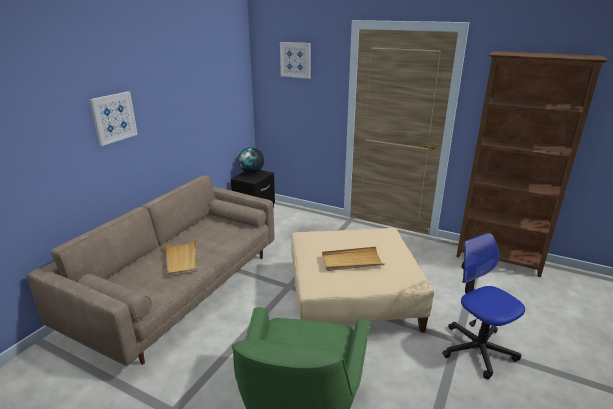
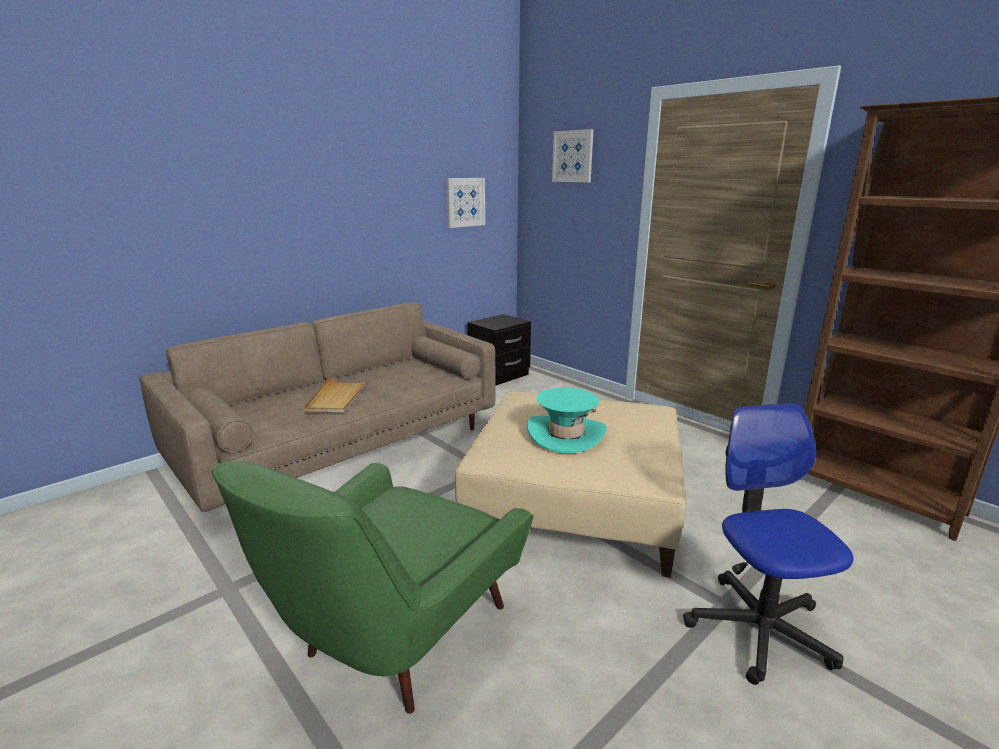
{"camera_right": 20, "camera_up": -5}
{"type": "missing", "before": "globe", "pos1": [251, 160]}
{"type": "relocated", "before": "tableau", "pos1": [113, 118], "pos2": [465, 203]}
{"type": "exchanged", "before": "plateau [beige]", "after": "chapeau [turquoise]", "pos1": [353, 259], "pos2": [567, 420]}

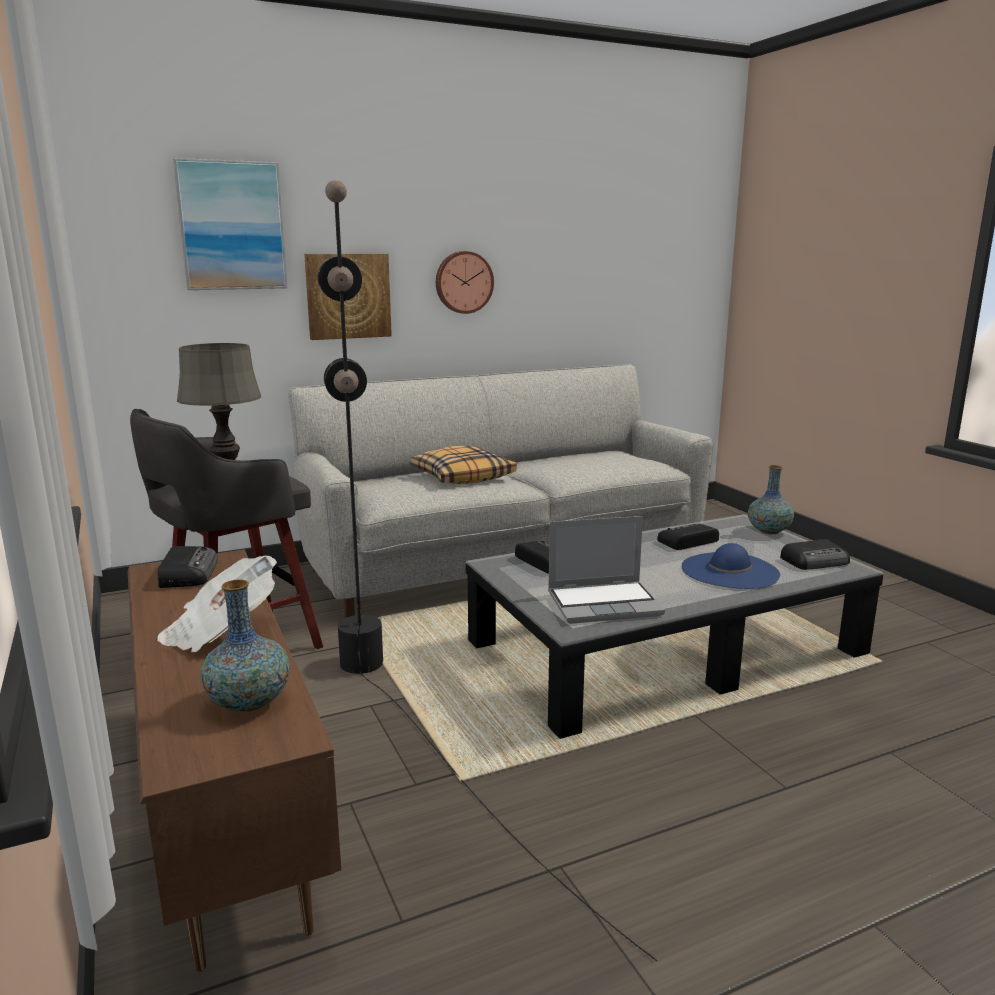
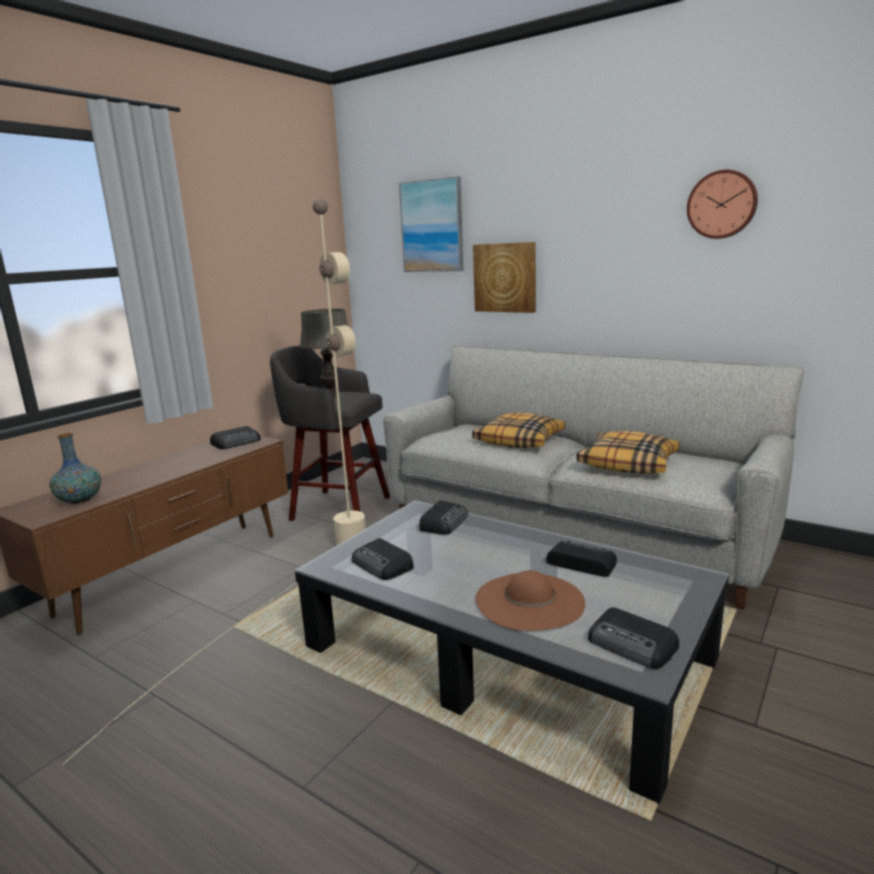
{"camera_right": 60, "camera_up": 0}
{"type": "missing", "before": "journal", "pos1": [217, 604]}
{"type": "missing", "before": "vase", "pos1": [771, 499]}
{"type": "appeared", "after": "coussin", "pos2": [628, 452]}
{"type": "relocated", "before": "horloge murale", "pos1": [465, 282], "pos2": [722, 204]}
{"type": "exchanged", "before": "ordinateur portable", "after": "radio", "pos1": [606, 570], "pos2": [383, 559]}
{"type": "colour", "before": "lampadaire [noir]", "after": "lampadaire [beige]", "pos1": [487, 570], "pos2": [214, 482]}
{"type": "colour", "before": "chapeau [bleu]", "after": "chapeau [marron]", "pos1": [731, 566], "pos2": [530, 600]}

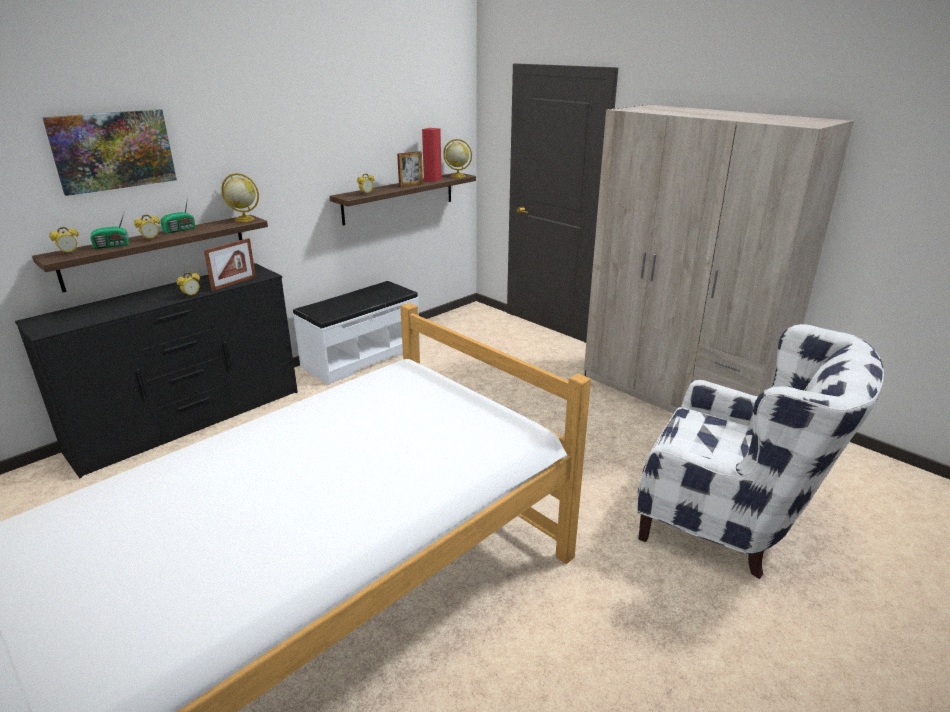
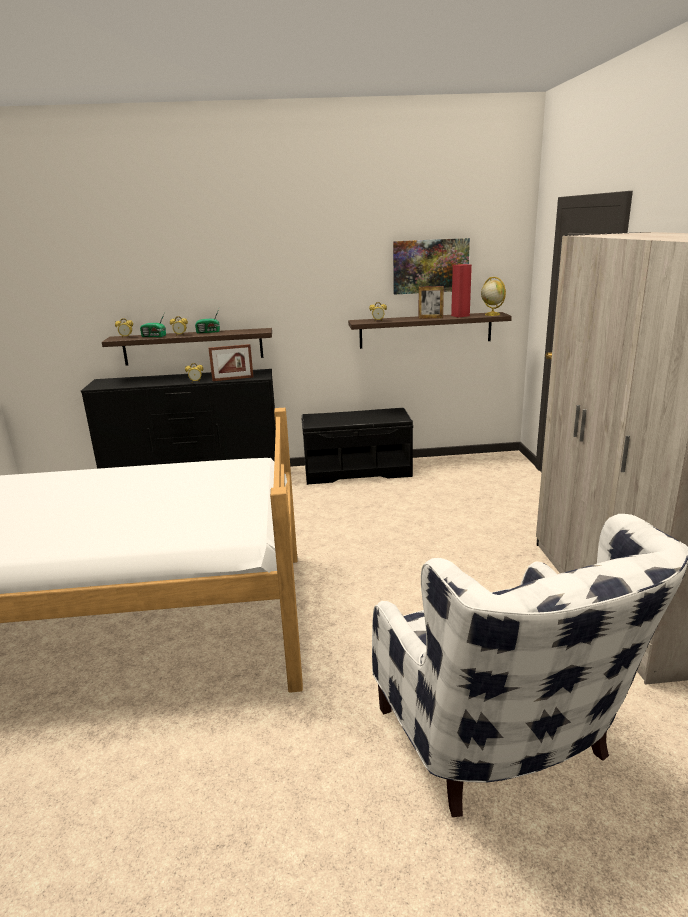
{"camera_right": 40, "camera_up": -5}
{"type": "missing", "before": "globe", "pos1": [240, 197]}
{"type": "relocated", "before": "tableau", "pos1": [109, 152], "pos2": [431, 266]}
{"type": "colour", "before": "banc [blanc]", "after": "banc [noir]", "pos1": [356, 333], "pos2": [357, 446]}

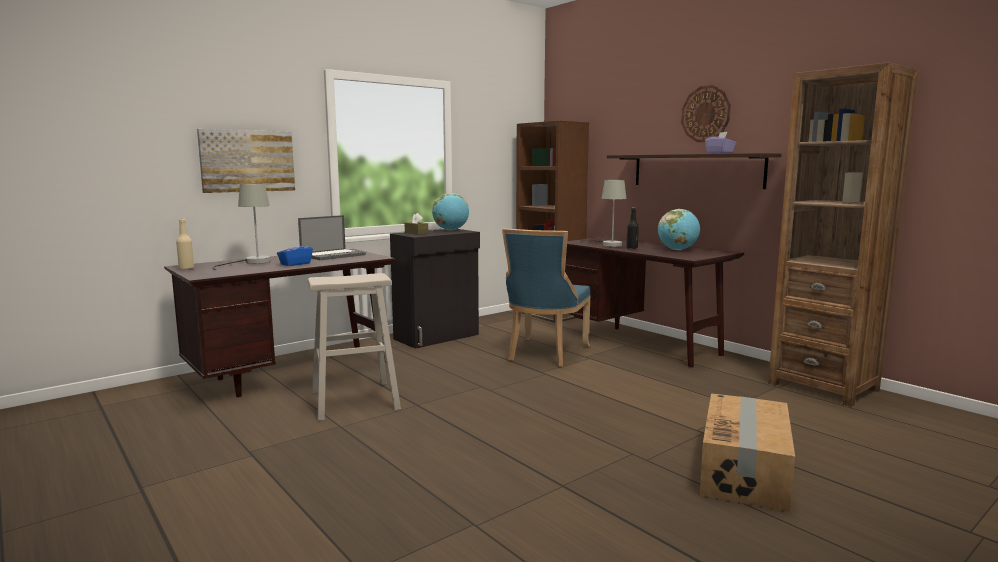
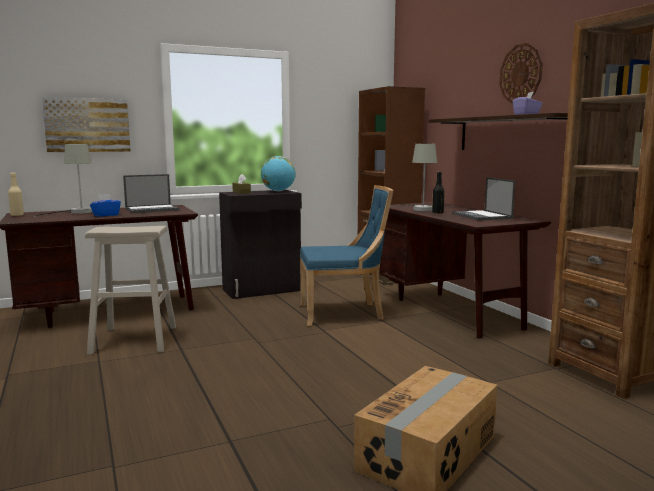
{"camera_right": 15, "camera_up": 0}
{"type": "exchanged", "before": "globe", "after": "ordinateur portable", "pos1": [679, 229], "pos2": [483, 198]}
{"type": "spun", "before": "chaise [bleu]", "pos1": [546, 297], "pos2": [346, 255], "turn": -135}

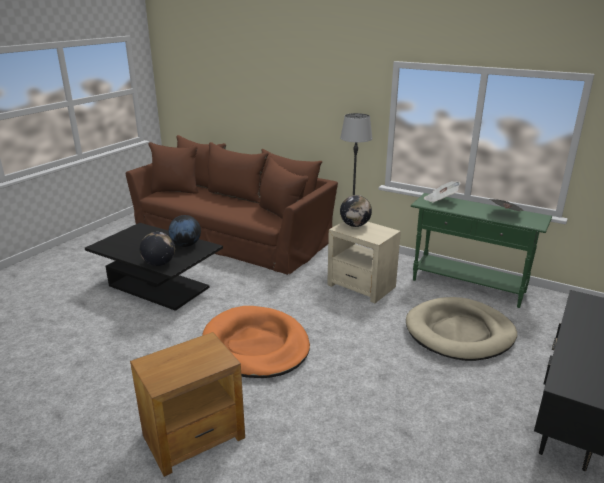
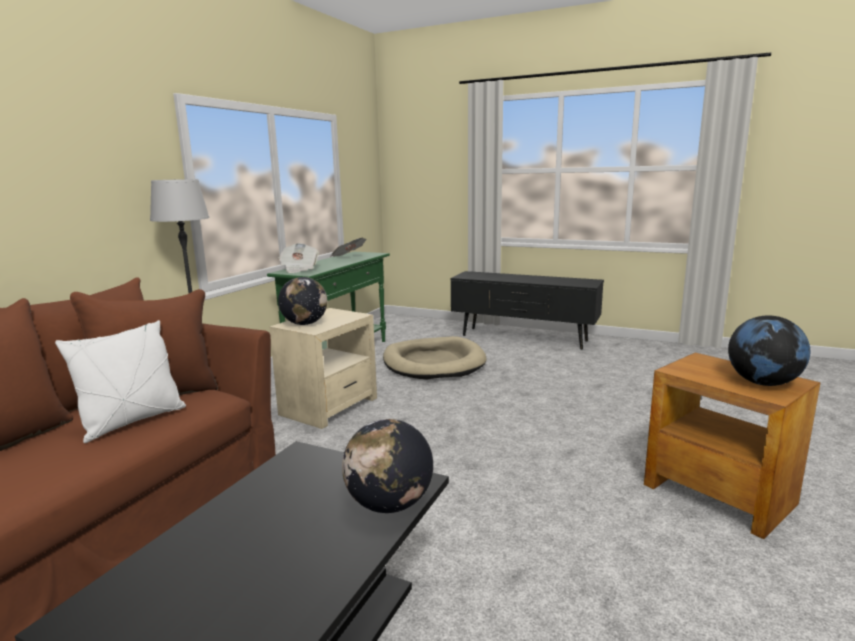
{"camera_right": -95, "camera_up": -10}
{"type": "missing", "before": "panier pour chien [orange]", "pos1": [256, 342]}
{"type": "appeared", "after": "coussin [blanc]", "pos2": [120, 381]}
{"type": "relocated", "before": "globe", "pos1": [185, 231], "pos2": [769, 351]}

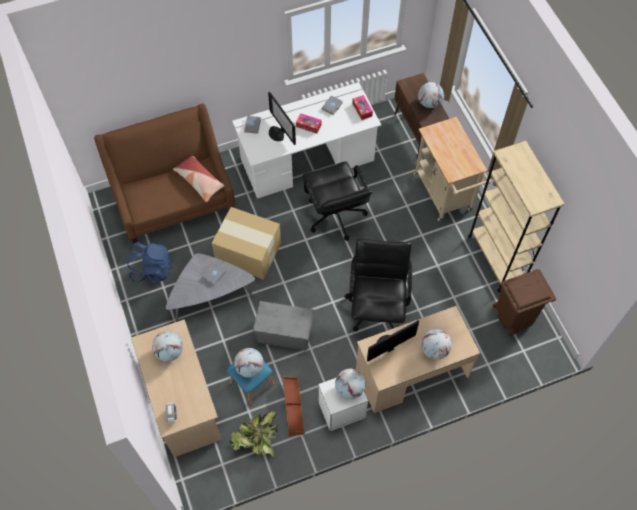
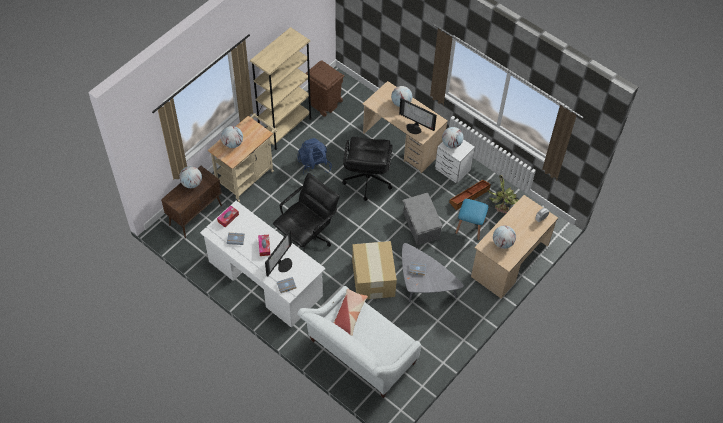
{"camera_right": -120, "camera_up": -5}
{"type": "relocated", "before": "sac à dos [bleu]", "pos1": [150, 262], "pos2": [314, 157]}
{"type": "relocated", "before": "globe", "pos1": [249, 363], "pos2": [232, 137]}
{"type": "colour", "before": "canapé [marron]", "after": "canapé [blanc]", "pos1": [164, 173], "pos2": [359, 342]}
{"type": "spun", "before": "chaise de bureau [noir]", "pos1": [378, 285], "pos2": [367, 169], "turn": -60}

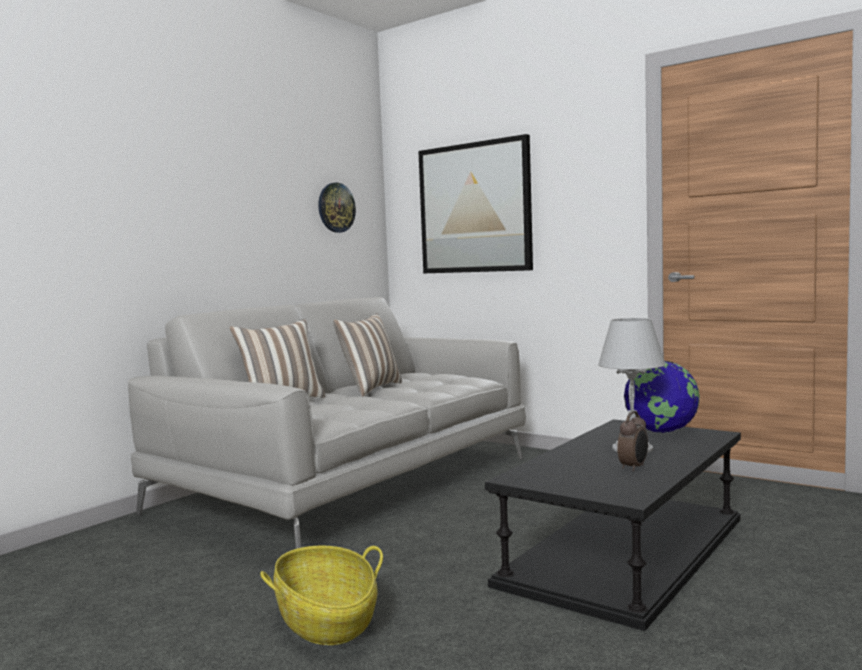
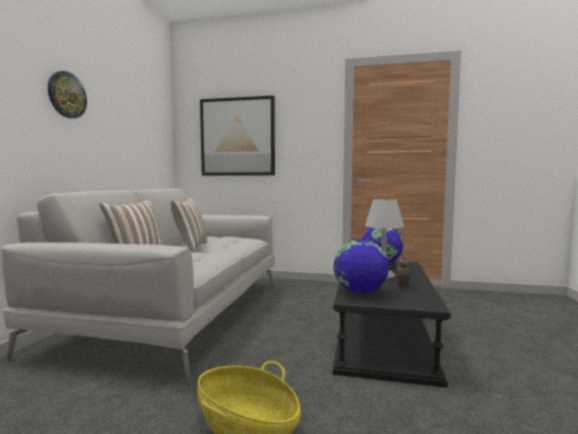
{"camera_right": -25, "camera_up": 0}
{"type": "appeared", "after": "globe", "pos2": [361, 266]}
{"type": "relocated", "before": "horloge murale", "pos1": [337, 208], "pos2": [67, 94]}

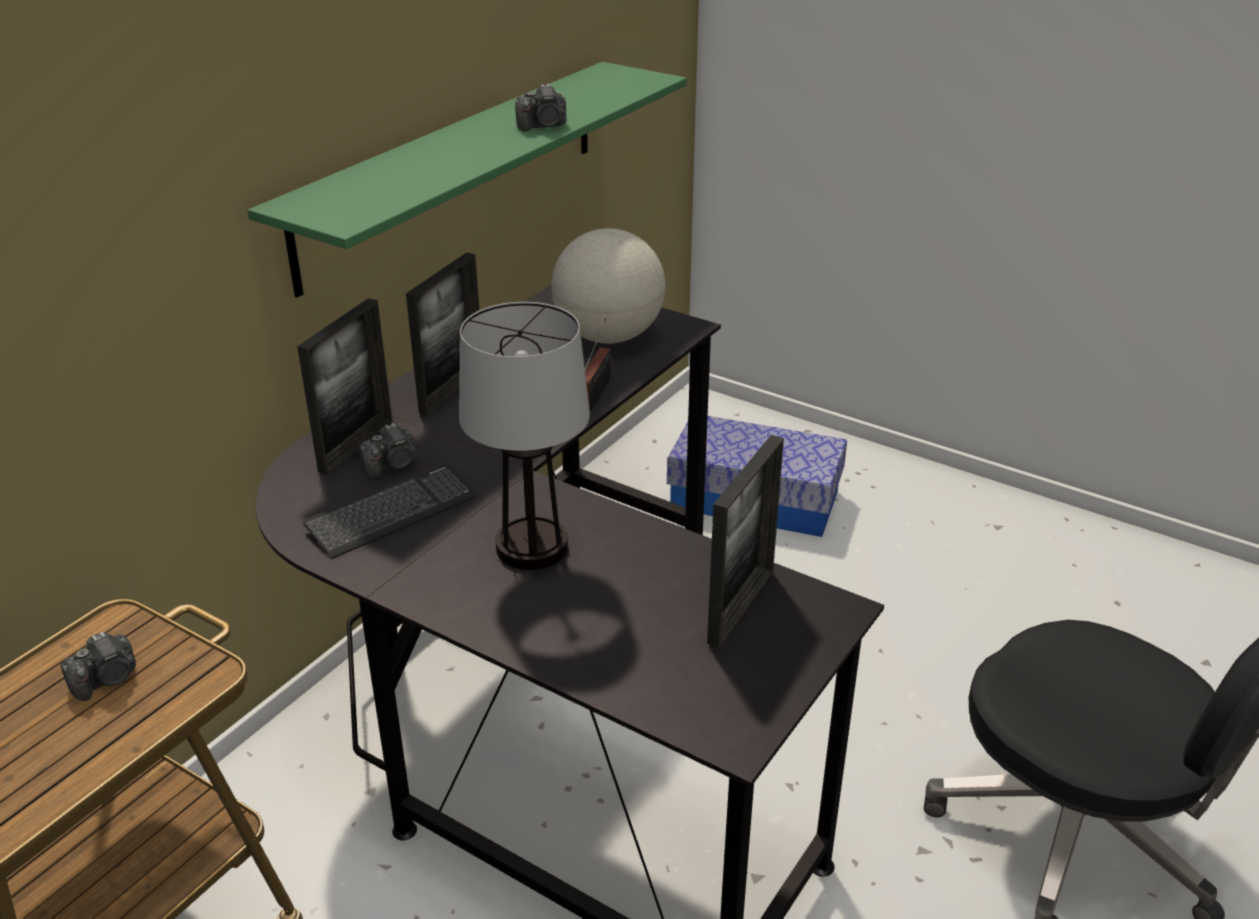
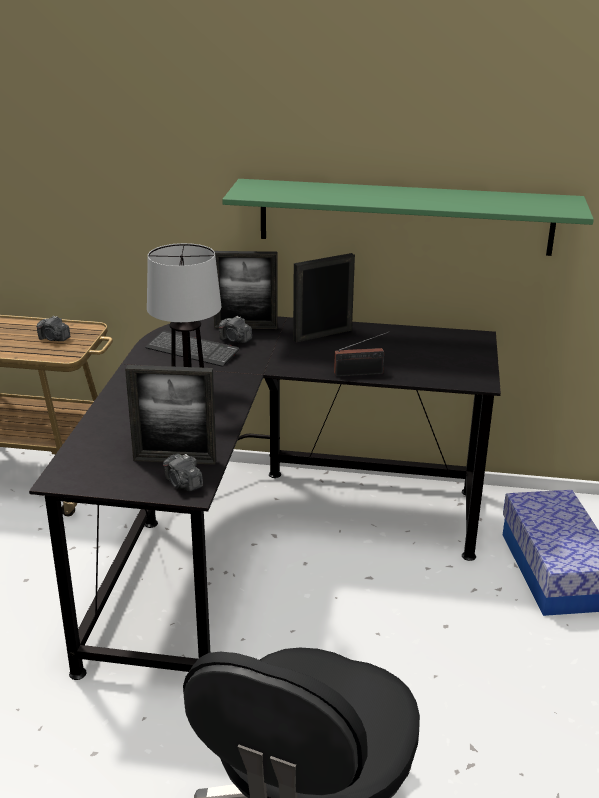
{"camera_right": 65, "camera_up": -5}
{"type": "missing", "before": "globe", "pos1": [608, 286]}
{"type": "relocated", "before": "appareil photo", "pos1": [541, 107], "pos2": [183, 472]}
{"type": "spun", "before": "cadre photo", "pos1": [442, 334], "pos2": [324, 298], "turn": 150}

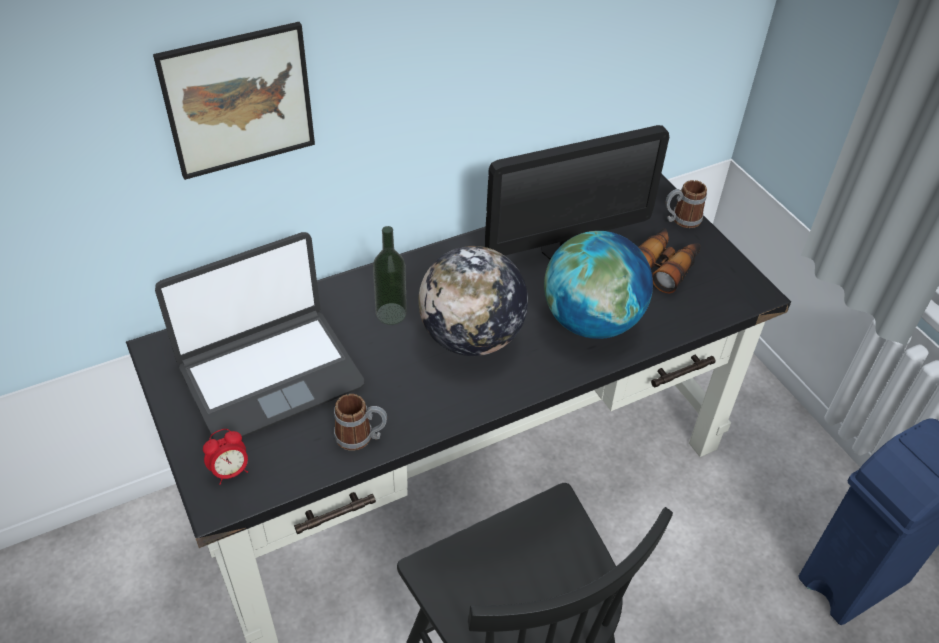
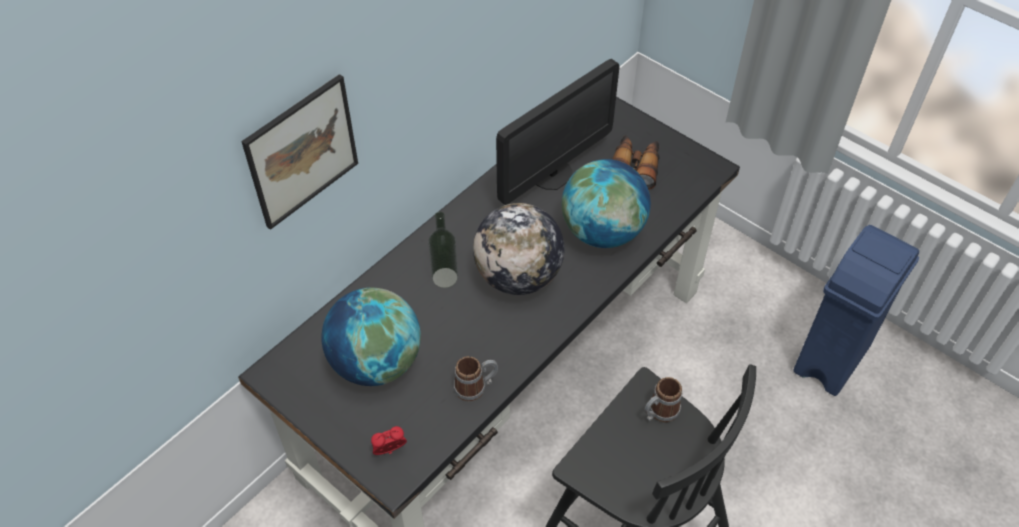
{"camera_right": -20, "camera_up": 5}
{"type": "relocated", "before": "mug", "pos1": [686, 204], "pos2": [663, 399]}
{"type": "exchanged", "before": "ordinateur portable", "after": "globe", "pos1": [260, 336], "pos2": [371, 337]}
{"type": "spun", "before": "réveil", "pos1": [225, 457], "pos2": [389, 440], "turn": -150}

